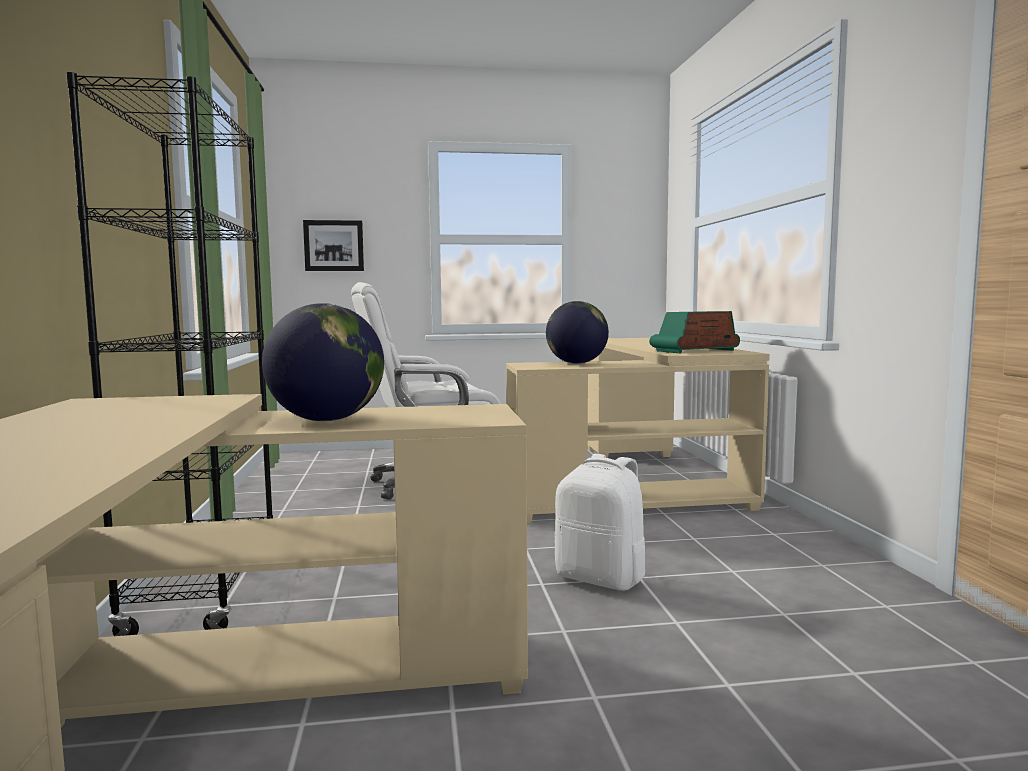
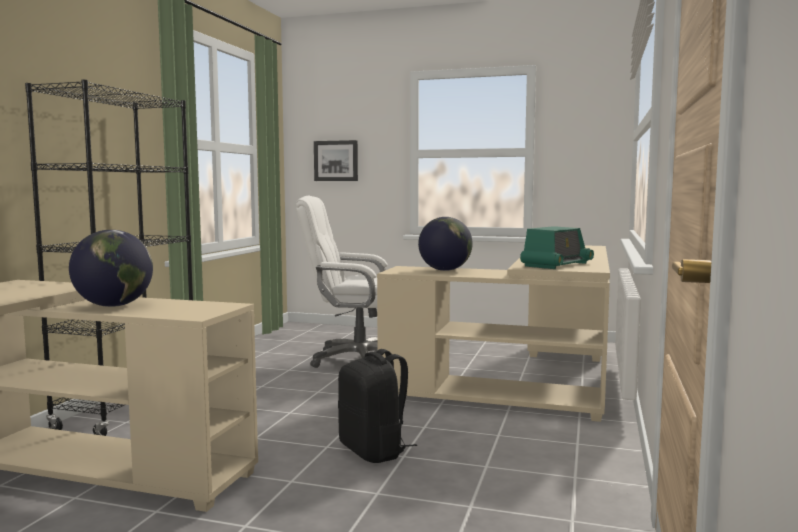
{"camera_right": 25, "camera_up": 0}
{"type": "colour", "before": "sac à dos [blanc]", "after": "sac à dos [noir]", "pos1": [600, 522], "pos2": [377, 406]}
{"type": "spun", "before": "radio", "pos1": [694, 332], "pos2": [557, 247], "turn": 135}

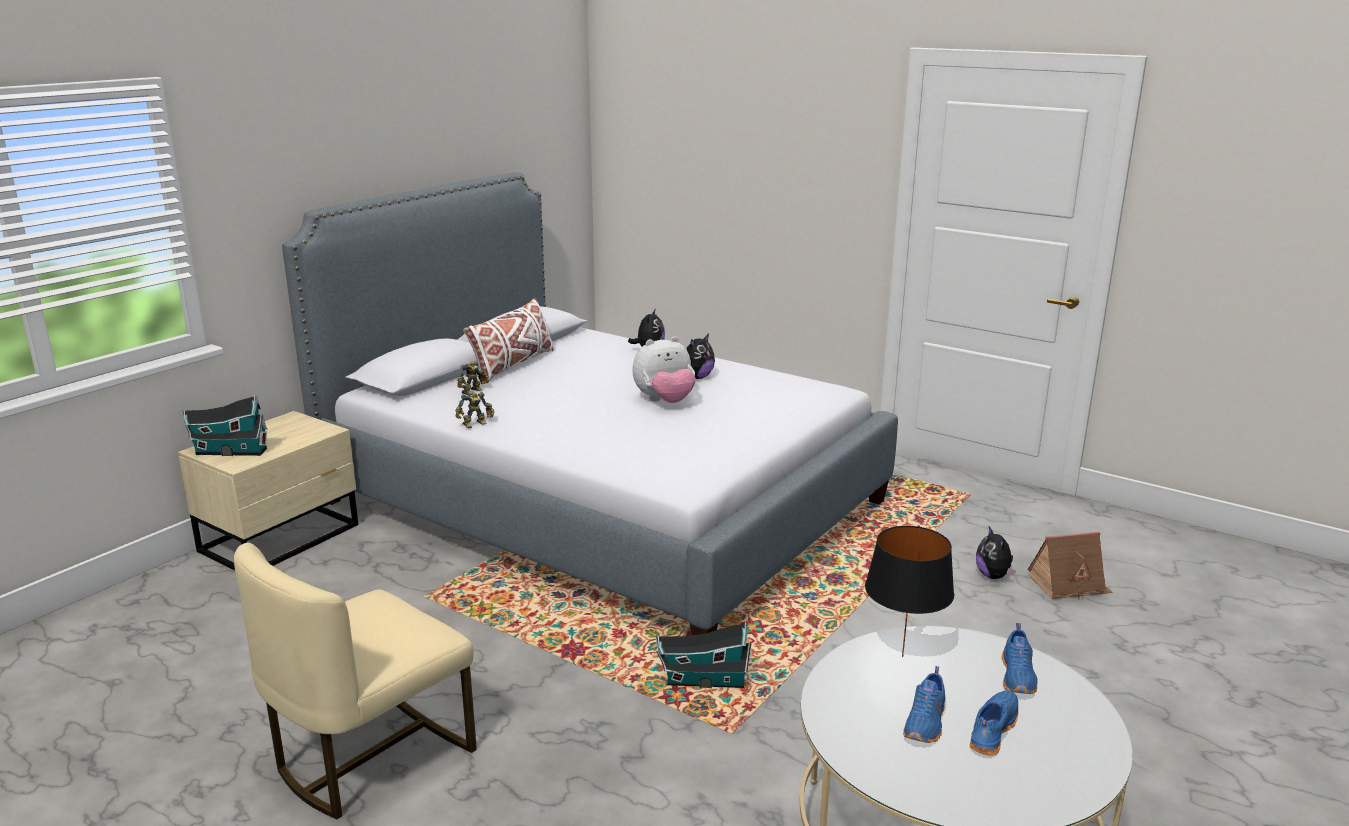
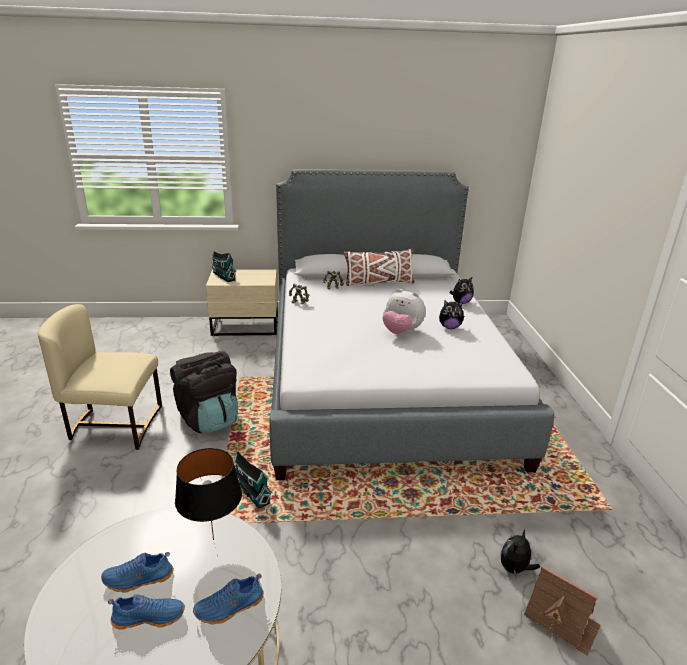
{"camera_right": 50, "camera_up": 5}
{"type": "appeared", "after": "sac à dos [noir]", "pos2": [204, 392]}

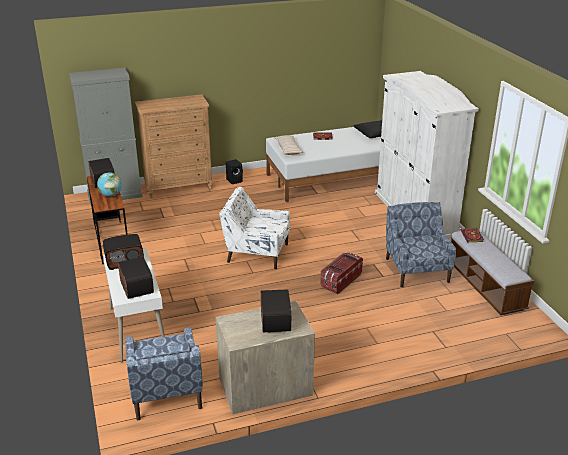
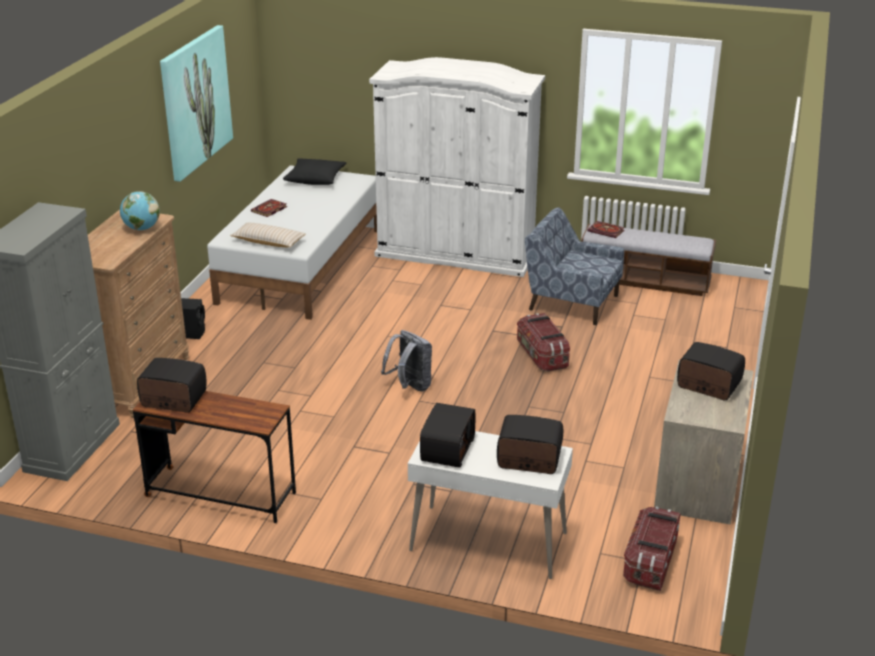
{"camera_right": -55, "camera_up": 0}
{"type": "appeared", "after": "tableau", "pos2": [196, 103]}
{"type": "relocated", "before": "globe", "pos1": [109, 184], "pos2": [140, 210]}
{"type": "exchanged", "before": "fauteuil [bleu]", "after": "boîte de rangement", "pos1": [164, 373], "pos2": [652, 548]}
{"type": "exchanged", "before": "fauteuil [blanc]", "after": "sac à dos [gris]", "pos1": [254, 228], "pos2": [406, 360]}

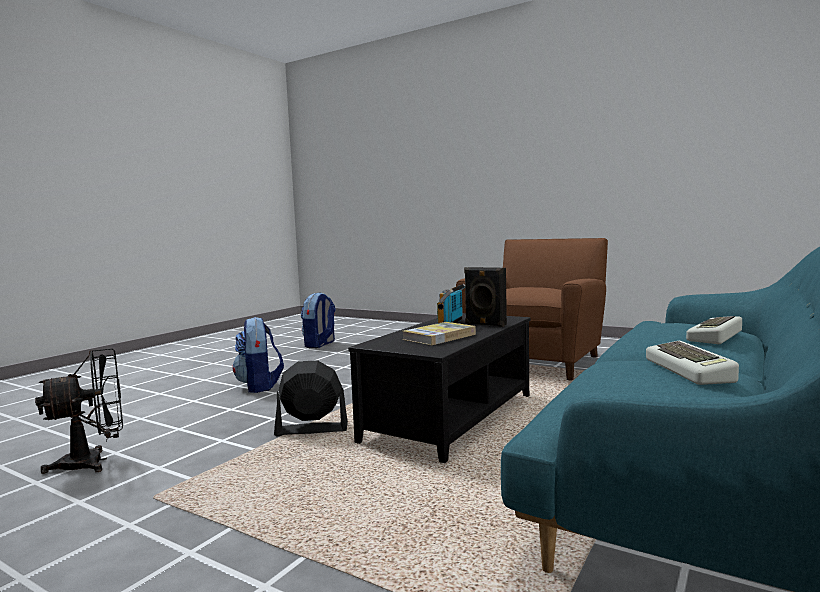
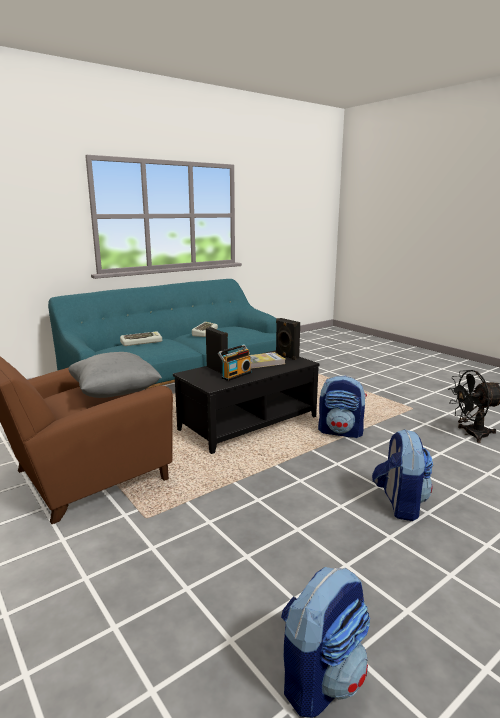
{"camera_right": -160, "camera_up": 10}
{"type": "appeared", "after": "coussin [gris]", "pos2": [115, 375]}
{"type": "appeared", "after": "enceinte [noir]", "pos2": [288, 339]}
{"type": "exchanged", "before": "ventilateur [noir]", "after": "sac à dos", "pos1": [311, 398], "pos2": [342, 406]}

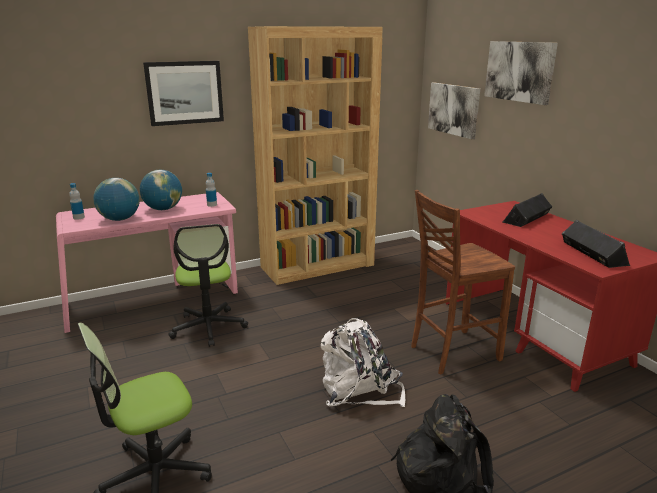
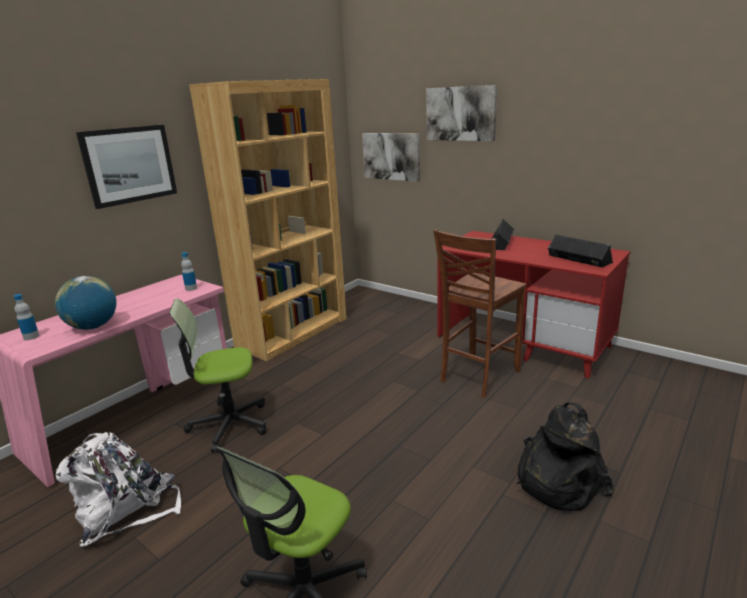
{"camera_right": -25, "camera_up": 0}
{"type": "missing", "before": "globe", "pos1": [161, 190]}
{"type": "relocated", "before": "sac à dos [blanc]", "pos1": [363, 362], "pos2": [118, 489]}
{"type": "spun", "before": "chaise de bureau", "pos1": [208, 285], "pos2": [217, 375], "turn": 120}

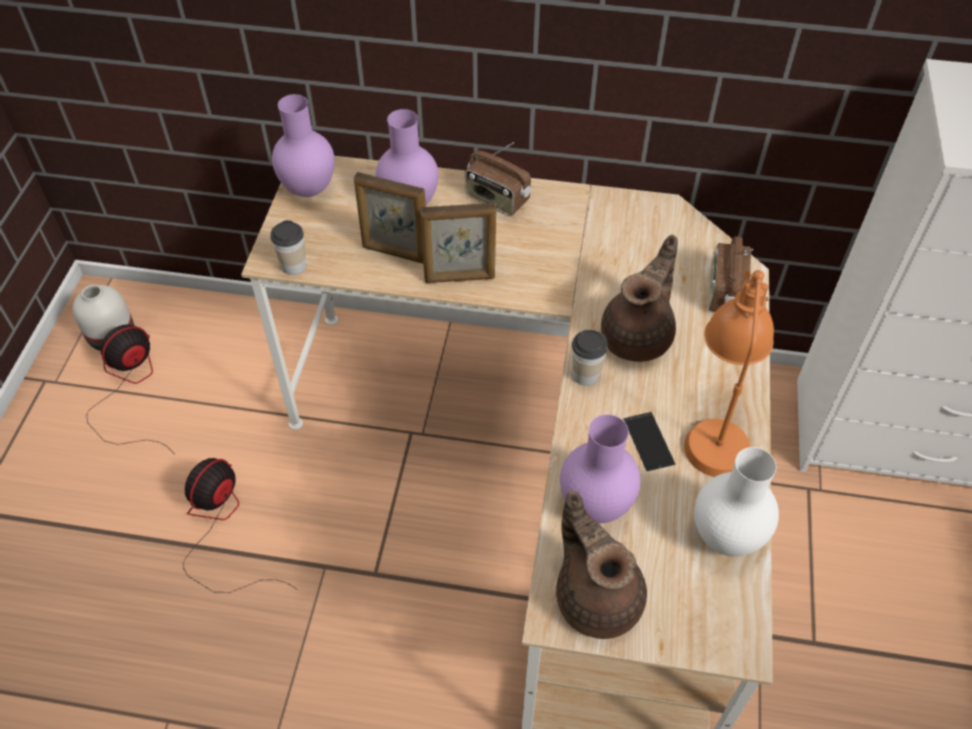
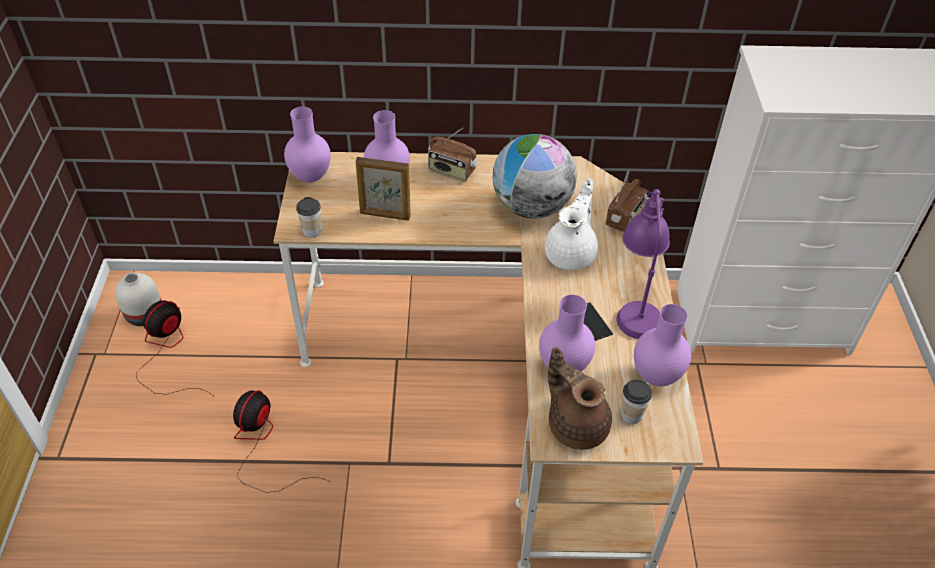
{"camera_right": -10, "camera_up": -5}
{"type": "missing", "before": "cadre photo", "pos1": [458, 243]}
{"type": "appeared", "after": "globe", "pos2": [535, 176]}
{"type": "relocated", "before": "tasse", "pos1": [590, 358], "pos2": [636, 401]}
{"type": "colour", "before": "théière [marron]", "after": "théière [blanc]", "pos1": [639, 298], "pos2": [571, 224]}
{"type": "colour", "before": "lampe de table [orange]", "after": "lampe de table [violet]", "pos1": [729, 373], "pos2": [643, 264]}
{"type": "colour", "before": "vase [blanc]", "after": "vase [violet]", "pos1": [736, 502], "pos2": [662, 345]}
{"type": "spun", "before": "radio", "pos1": [730, 273], "pos2": [627, 201], "turn": -150}

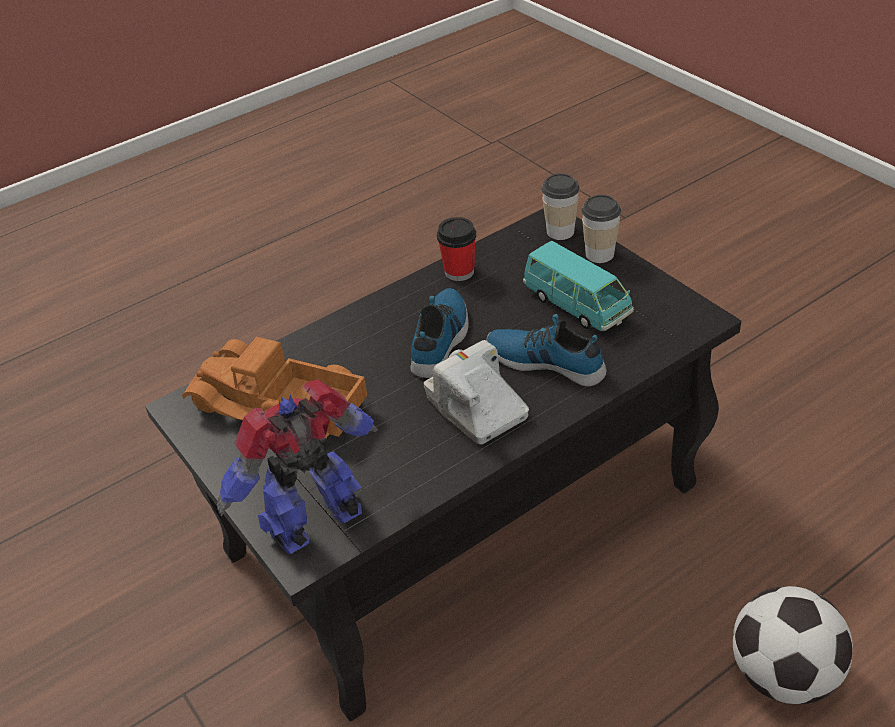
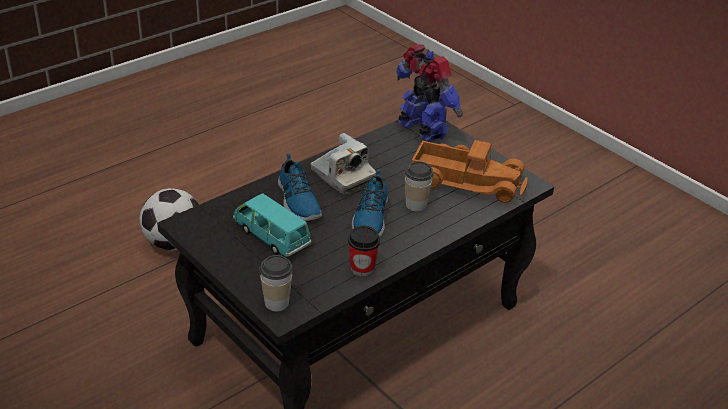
{"camera_right": 170, "camera_up": -5}
{"type": "relocated", "before": "tasse", "pos1": [601, 229], "pos2": [419, 186]}
{"type": "spun", "before": "robot jouet", "pos1": [297, 466], "pos2": [429, 93], "turn": -90}
{"type": "spun", "before": "chaussure", "pos1": [546, 350], "pos2": [300, 187], "turn": 45}

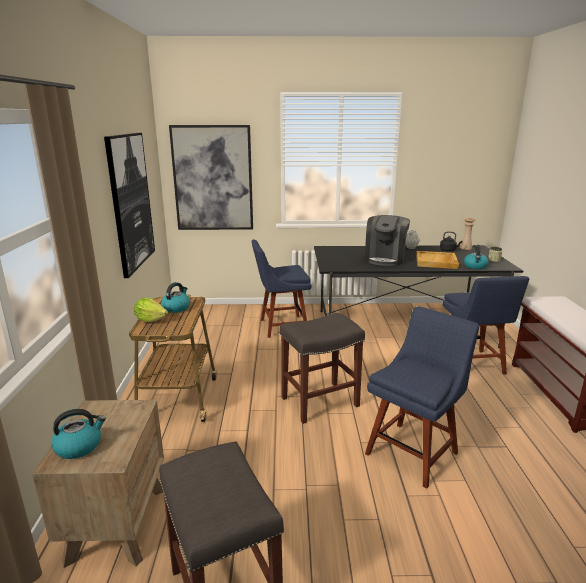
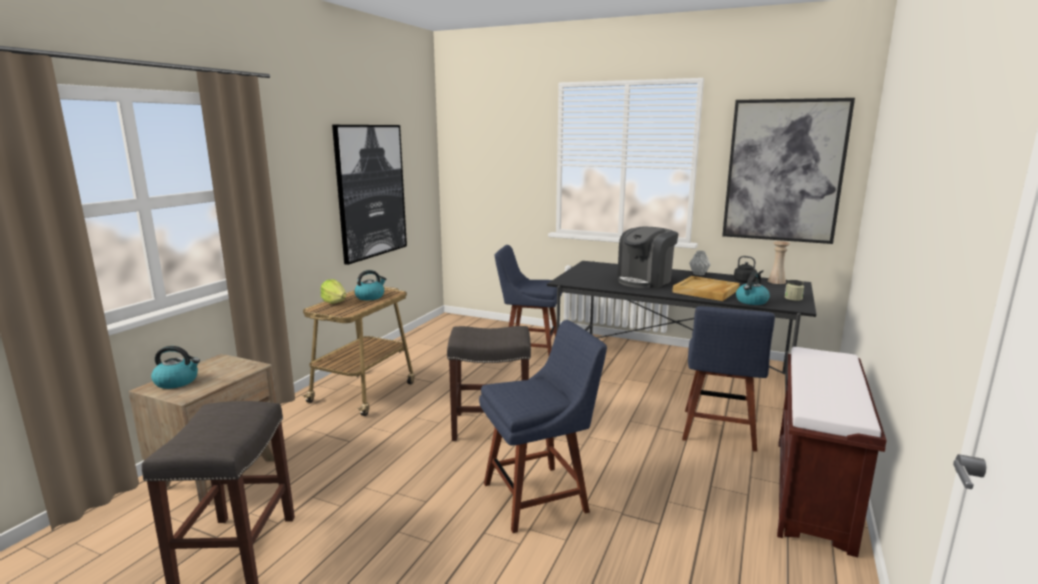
{"camera_right": 25, "camera_up": -5}
{"type": "relocated", "before": "tableau", "pos1": [211, 177], "pos2": [788, 171]}

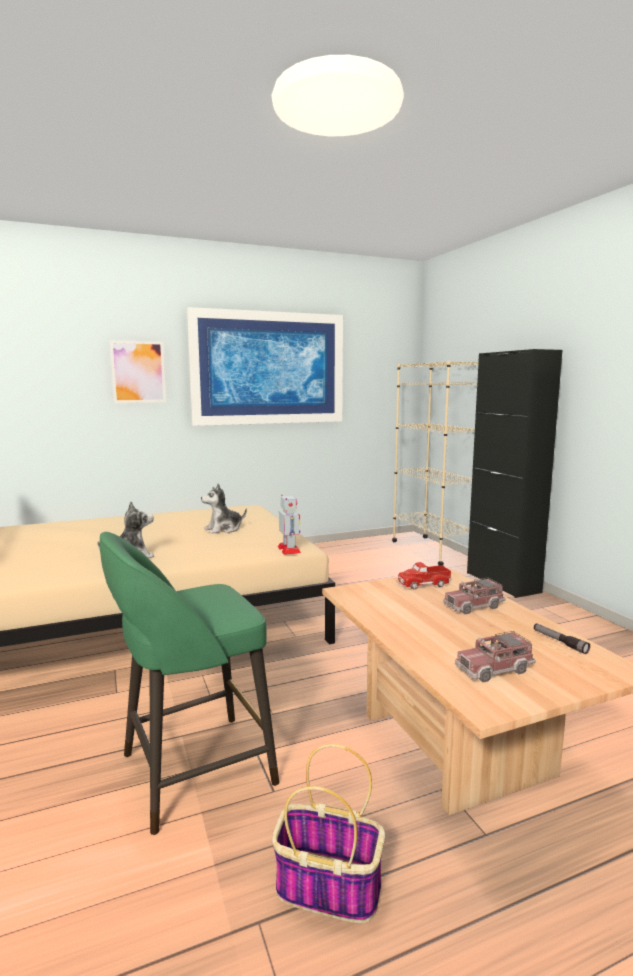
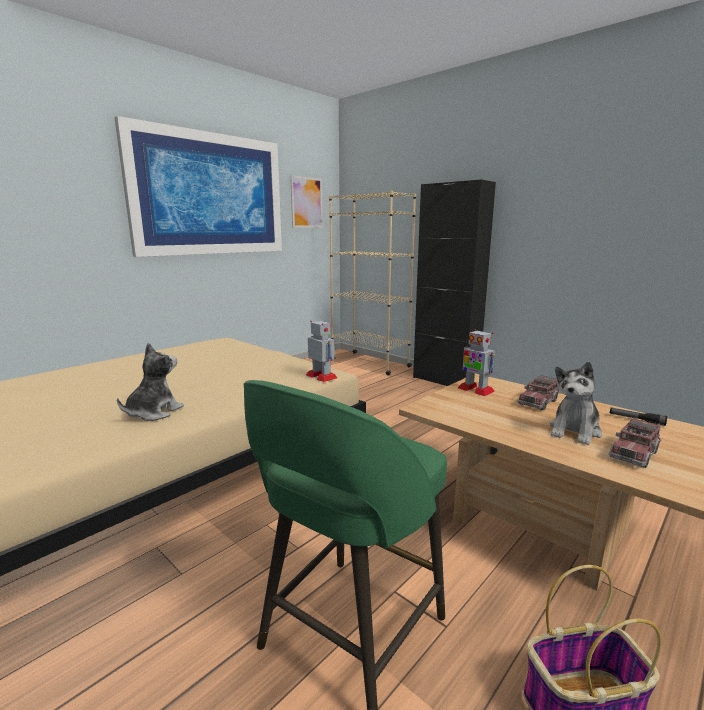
{"camera_right": -25, "camera_up": 5}
{"type": "relocated", "before": "tableau", "pos1": [137, 371], "pos2": [306, 201]}
{"type": "relocated", "before": "peluche", "pos1": [224, 508], "pos2": [576, 403]}
{"type": "exchanged", "before": "camion jouet", "after": "robot jouet", "pos1": [424, 575], "pos2": [476, 362]}

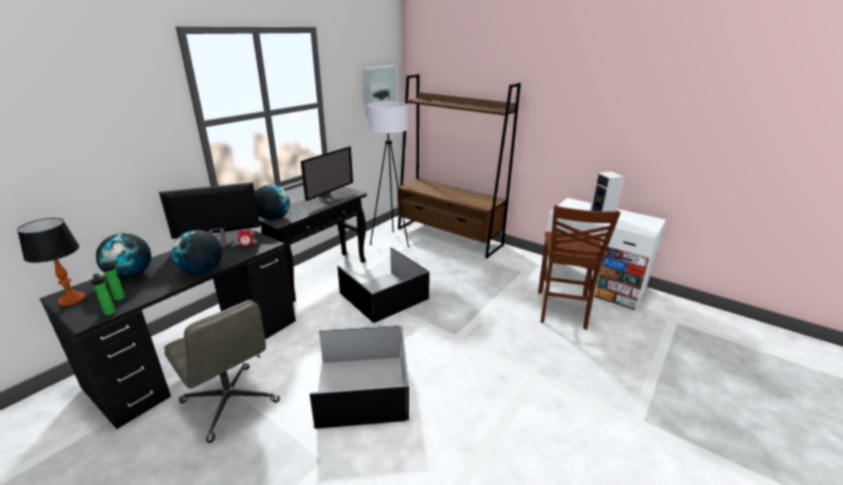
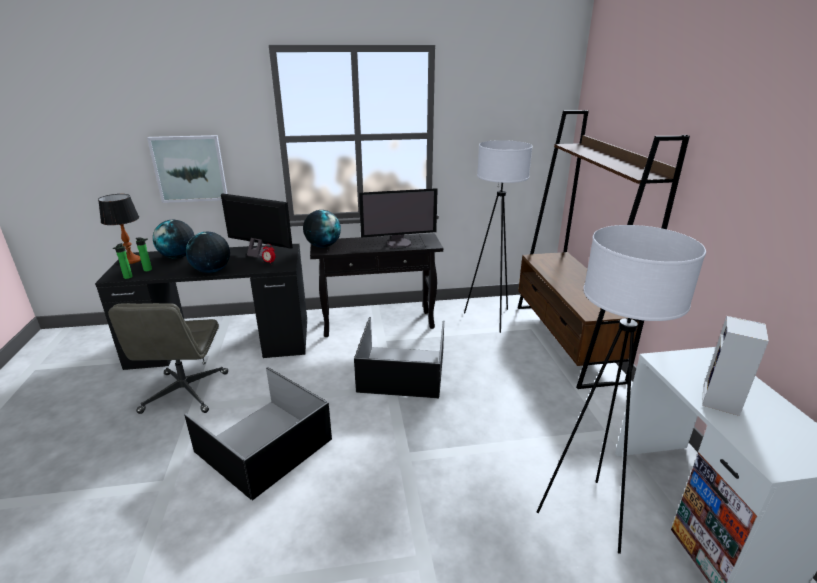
{"camera_right": 45, "camera_up": 0}
{"type": "relocated", "before": "tableau", "pos1": [380, 91], "pos2": [187, 169]}
{"type": "exchanged", "before": "chaise [marron]", "after": "lampadaire [blanc]", "pos1": [579, 267], "pos2": [621, 389]}

